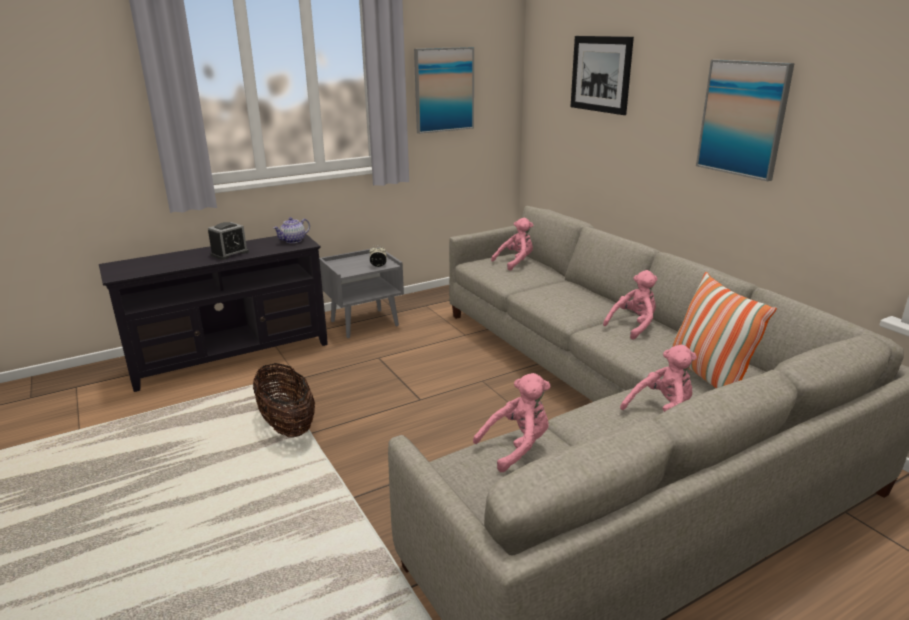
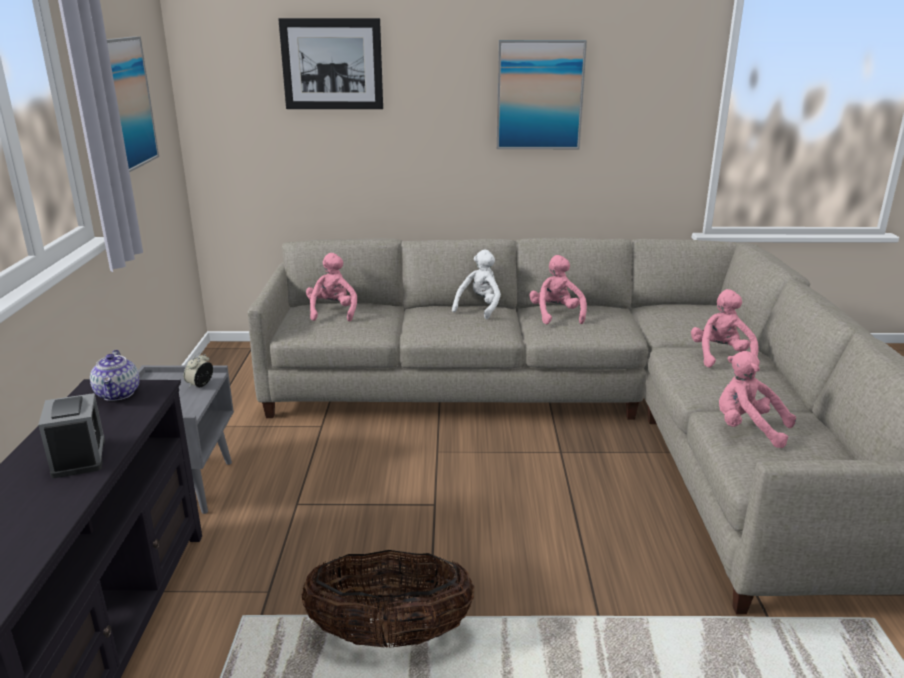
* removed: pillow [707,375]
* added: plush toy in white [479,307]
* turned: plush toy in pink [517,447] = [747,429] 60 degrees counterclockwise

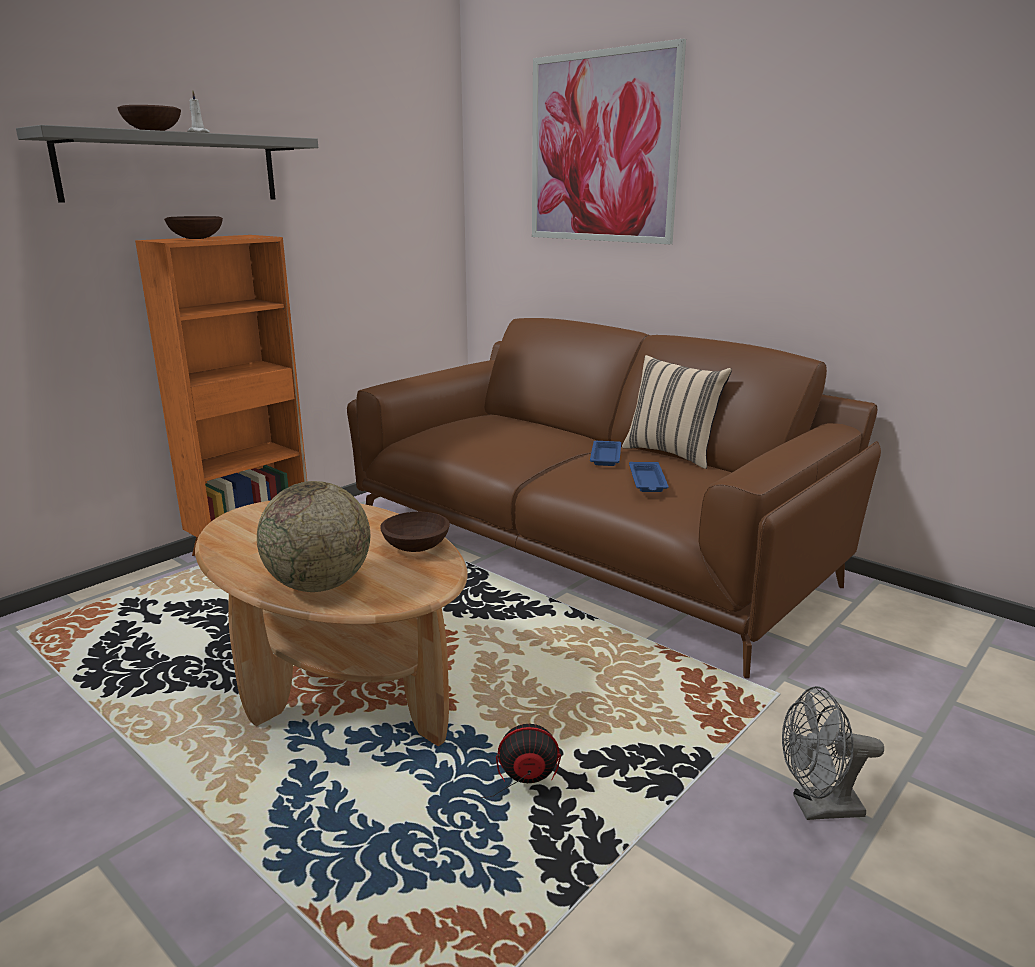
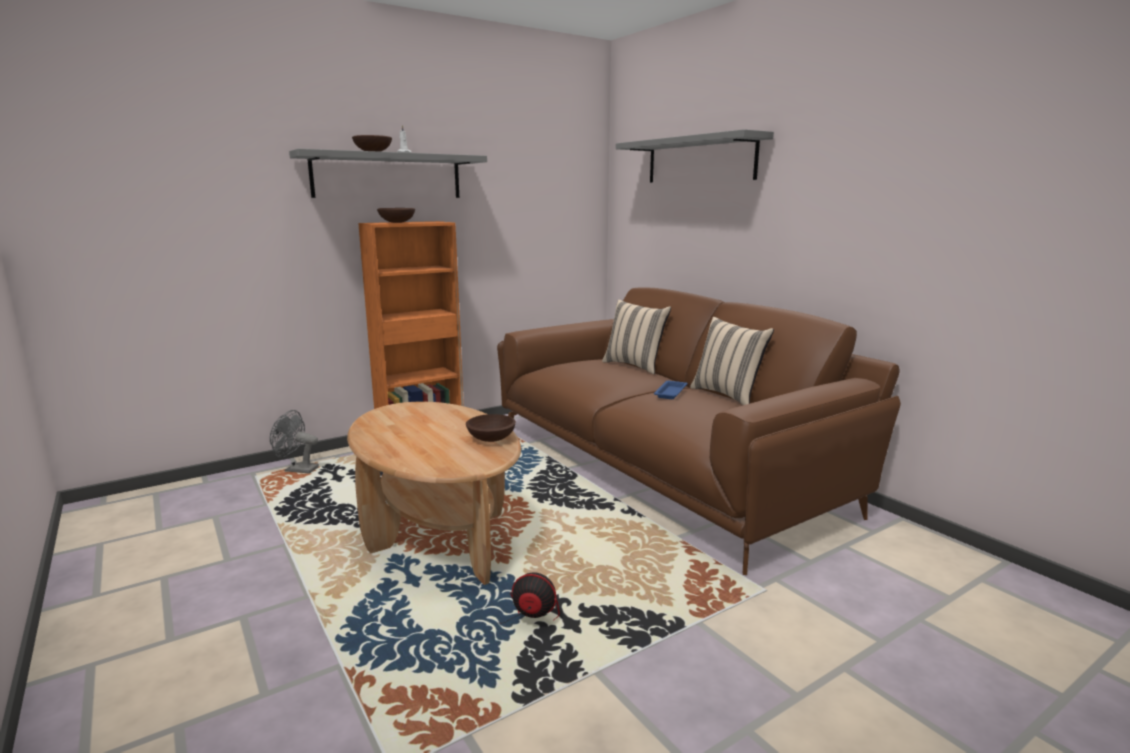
* removed: globe [319,585]
* removed: tray in blue [647,481]
* added: pillow in beige [635,365]
* moved: fan in grey [818,808] to [297,470]
* replaced: picture [602,148] to shelf in grey [700,160]

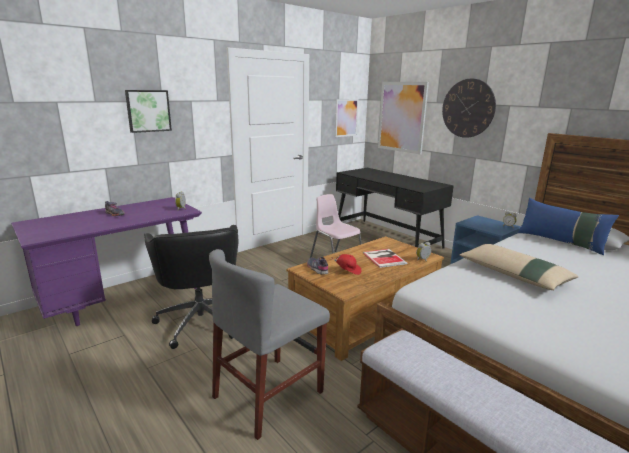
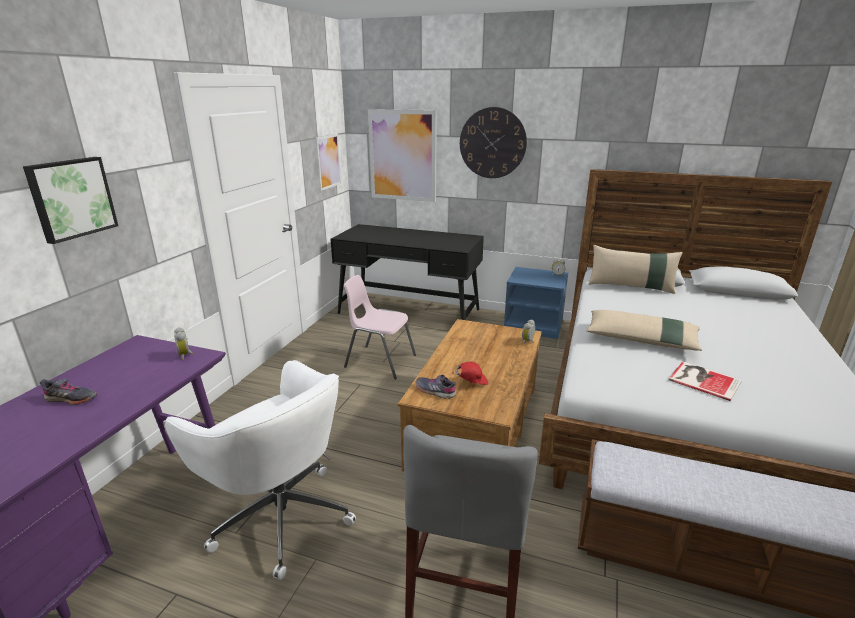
* moved: book [384,257] to [703,379]
* recoloured: office chair in black [201,320] to office chair in white [280,515]
* recoloured: pillow in blue [560,242] to pillow in beige [631,287]

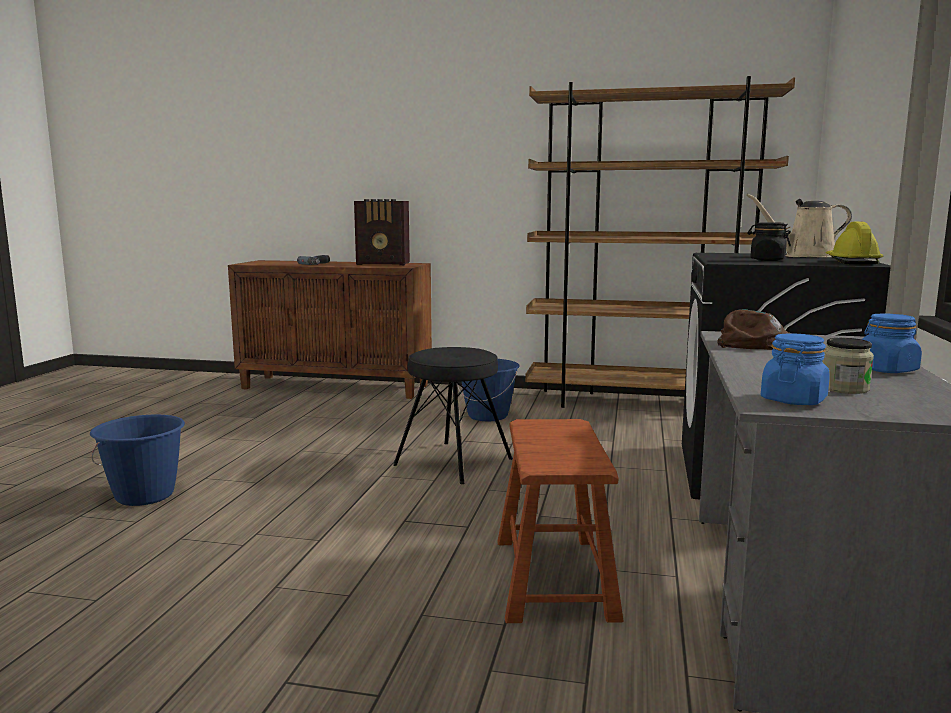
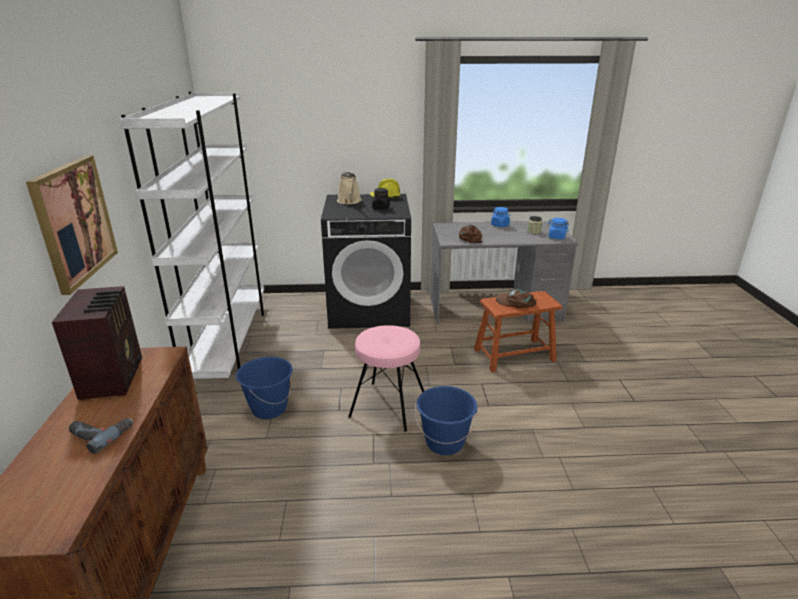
* added: picture [74,222]
* added: cap in brown [516,302]
* moved: bucket in blue [145,496] to [445,443]
* recoloured: stool in black [453,462] to stool in pink [388,406]
* recoloured: bookcase in brown [642,403] to bookcase in white [229,343]

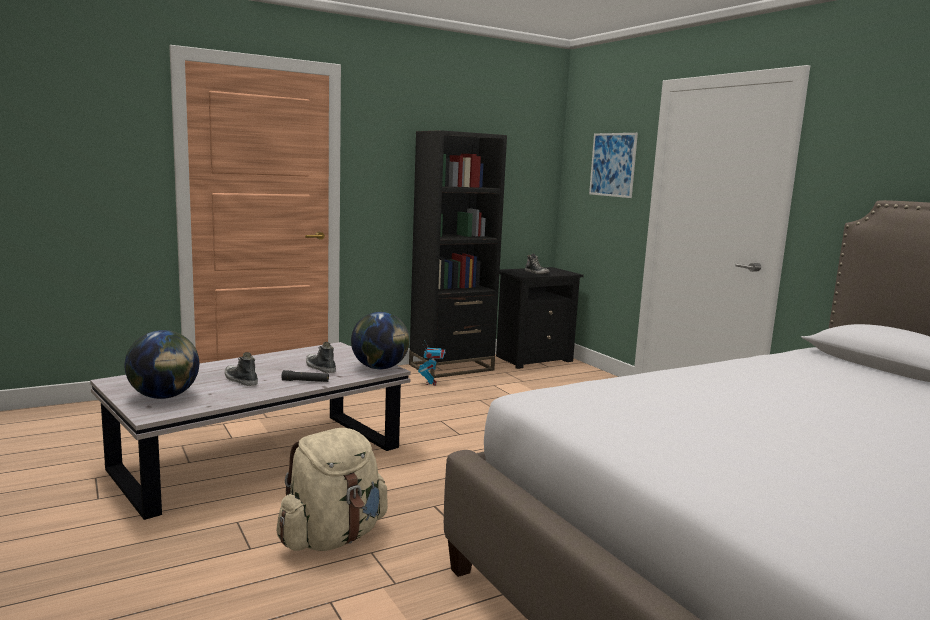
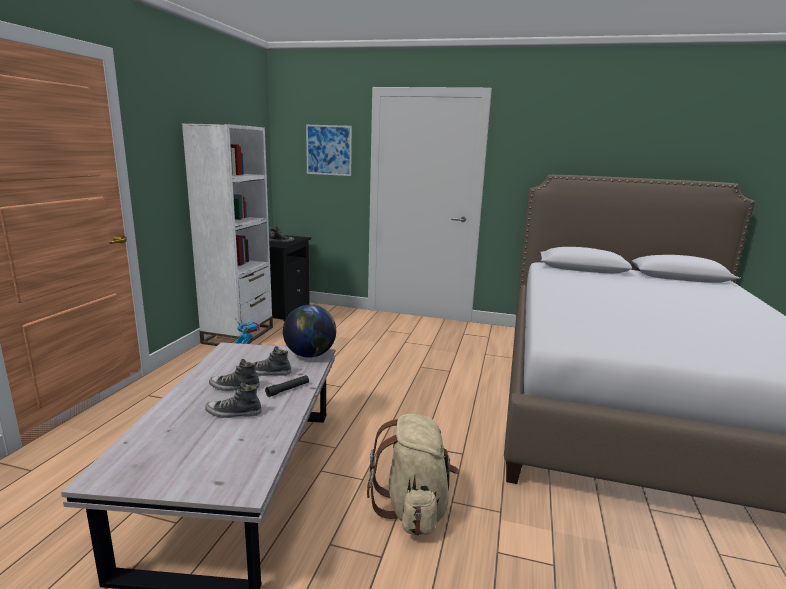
* removed: globe [164,396]
* added: shoe [234,387]
* recoloured: bookcase in black [451,367] to bookcase in white [238,335]

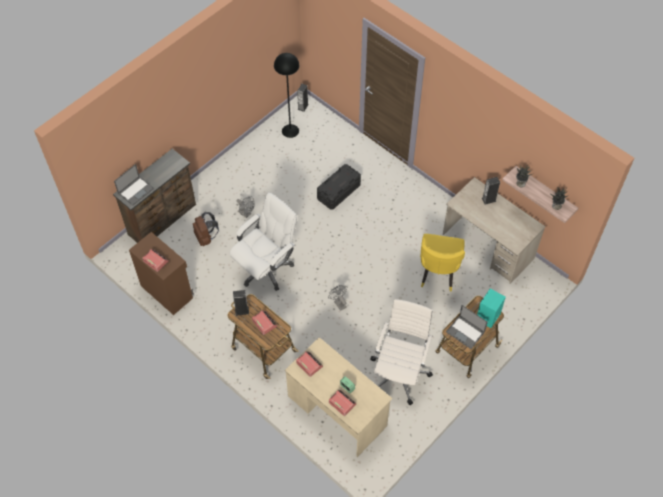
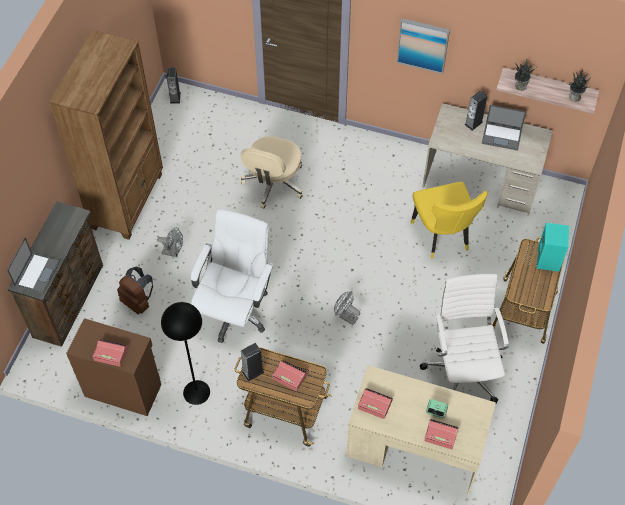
* added: bookcase in brown [128,201]
* added: picture [423,45]
* moved: floor lamp in black [290,130] to [196,392]
* moved: laptop [465,332] to [502,136]
* replaced: storage box in black [338,192] to office chair in beige [273,183]

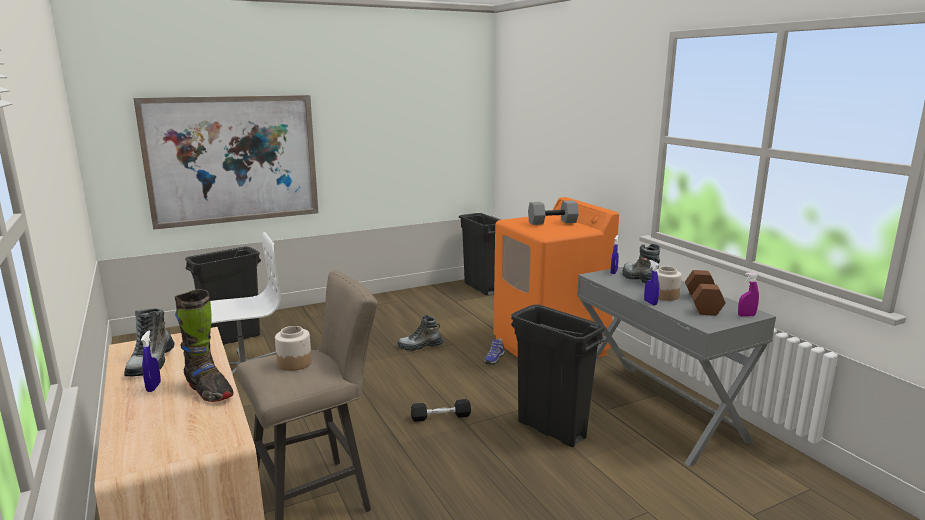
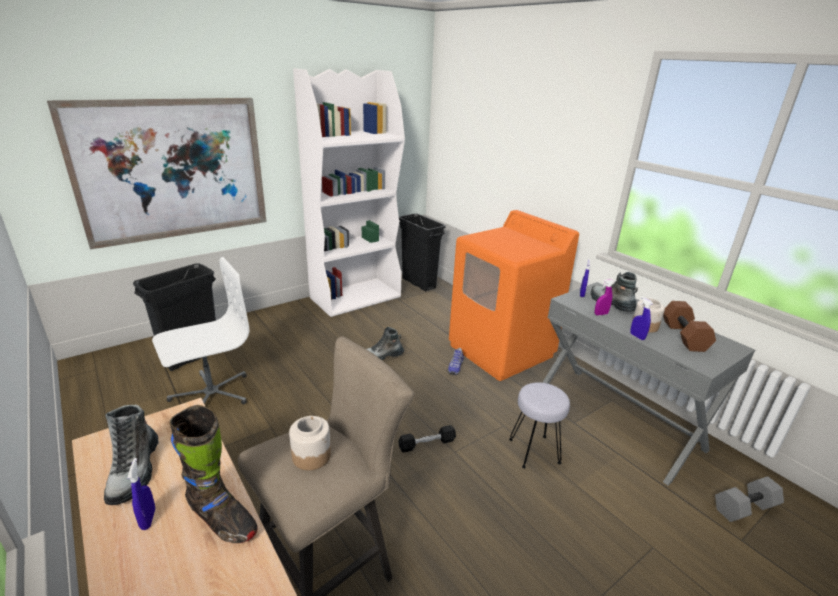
* added: bookcase in white [356,297]
* moved: dumbbell in grey [552,222] to [744,507]
* moved: spray bottle in purple [746,316] to [601,314]
* replaced: trash can in black [551,429] to stool in grey [533,451]

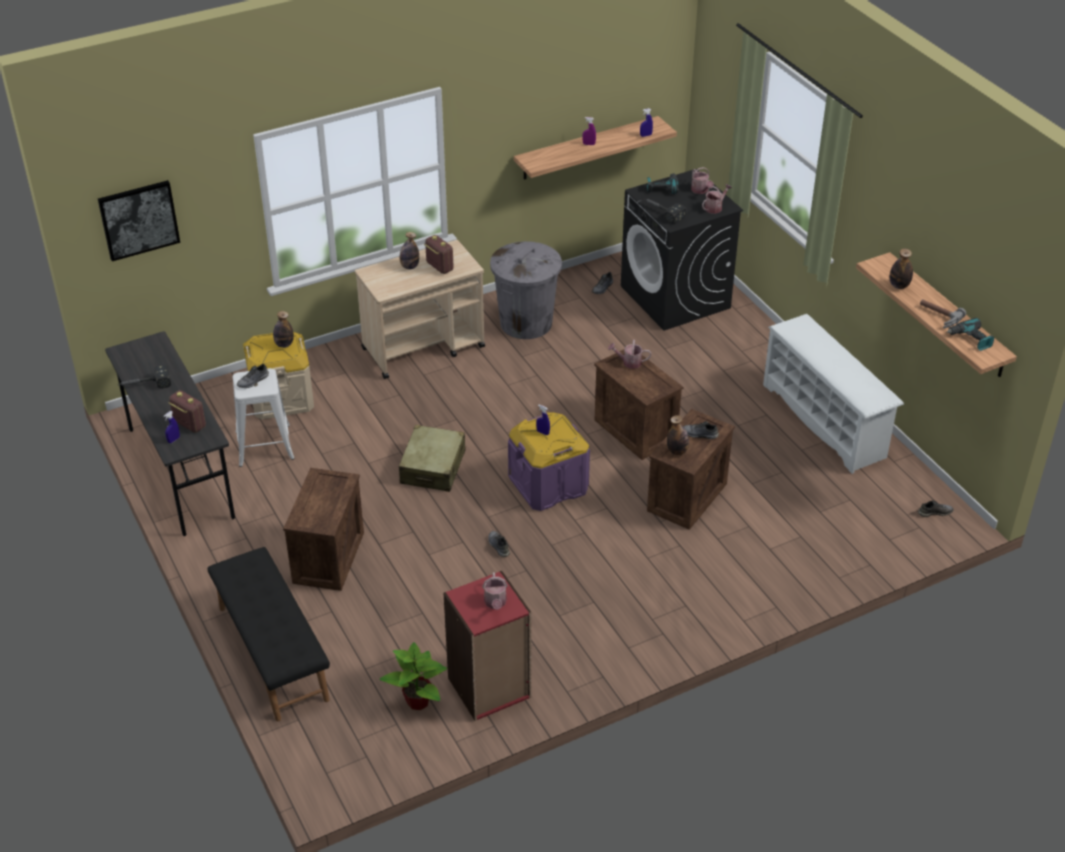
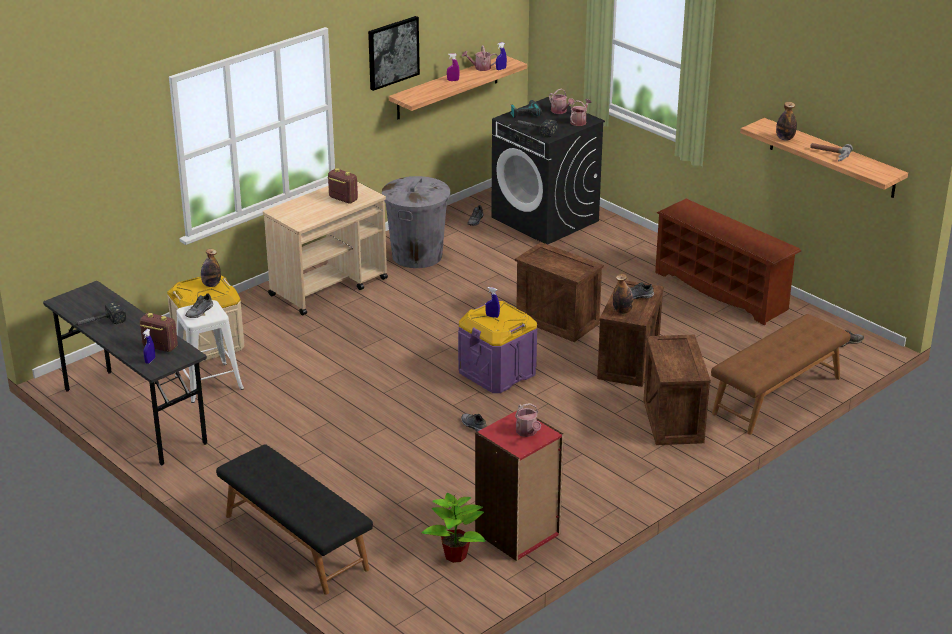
* removed: suitcase in beige [433,467]
* removed: bottle [409,266]
* removed: power drill [970,339]
* added: bench in brown [777,396]
* moved: picture [139,219] to [393,52]
* moved: crate [329,558] to [674,421]
* moved: watering can [629,362] to [480,68]
* recoloured: shoe rack in white [825,421] to shoe rack in brown [722,291]

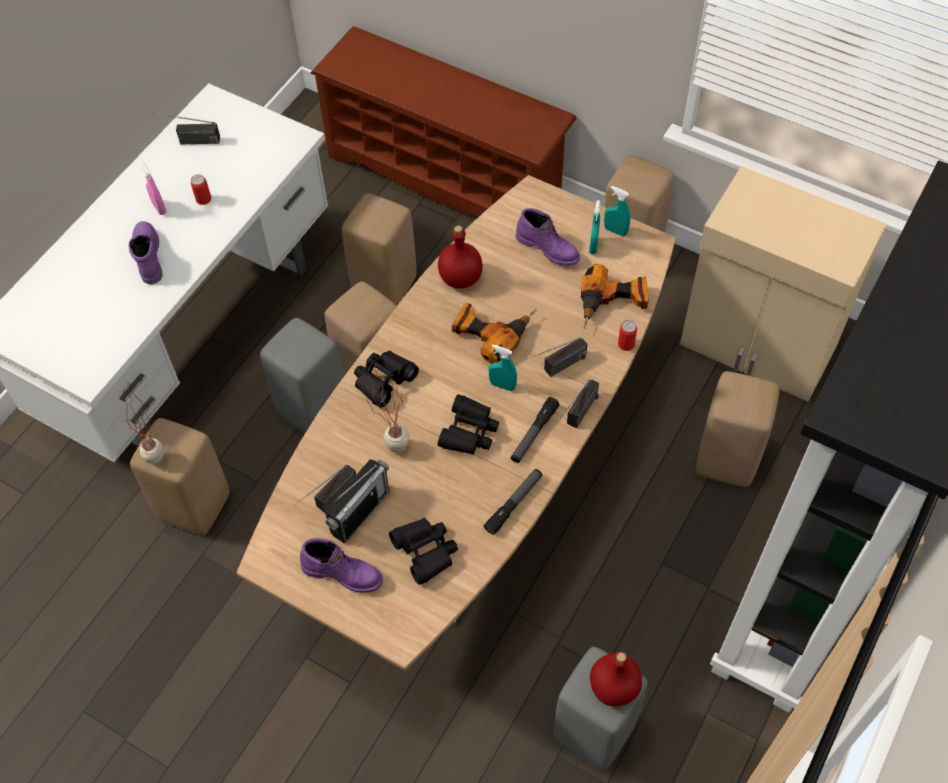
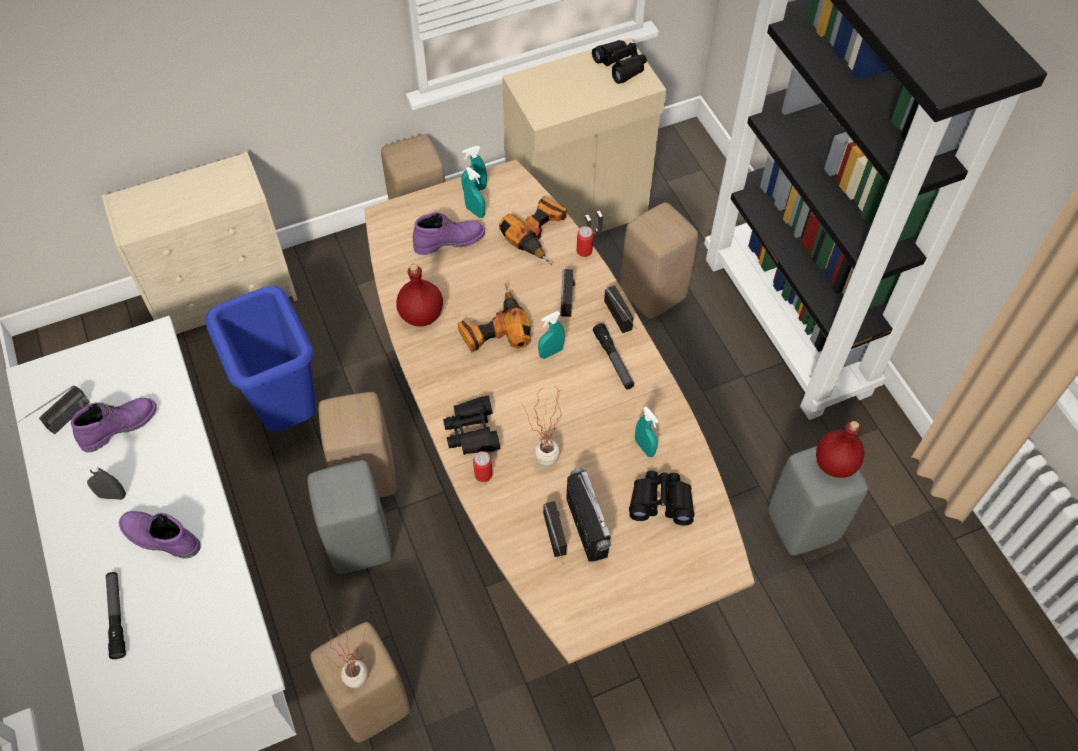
* added: spray bottle in turquoise [644,447]
* moved: can [203,199] to [483,474]
* moved: boot in purple [343,572] to [119,426]
* moved: binoculars in black [469,431] to [620,66]
* moved: flashlight [514,503] to [117,617]
* replaced: shoe rack in brown [447,177] to dresser in beige [226,296]
* replaced: stool in beige [384,285] to trash can in blue [287,411]
* recoloured: spray bottle in pink [159,208] to spray bottle in grey [112,495]

